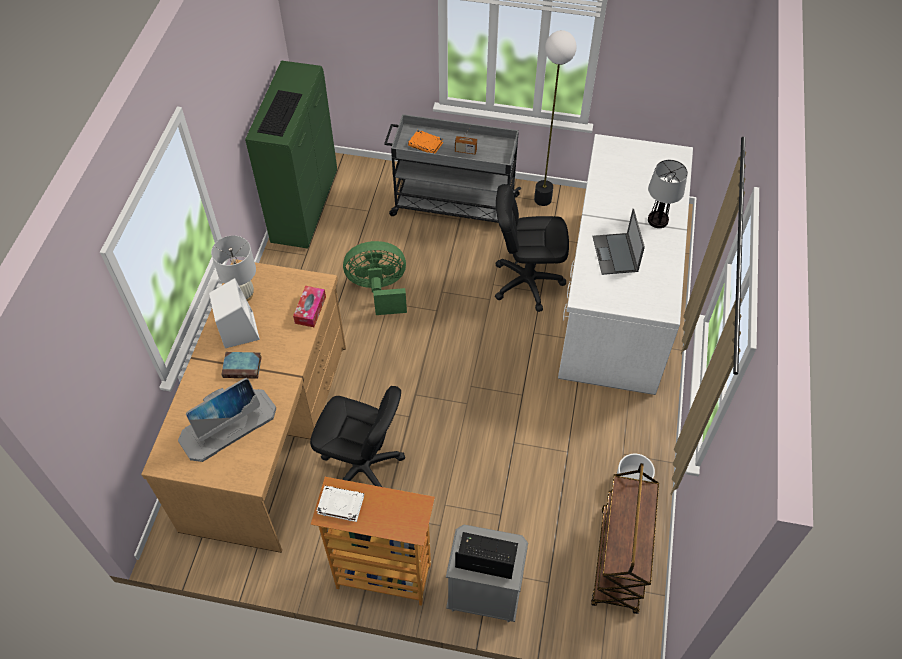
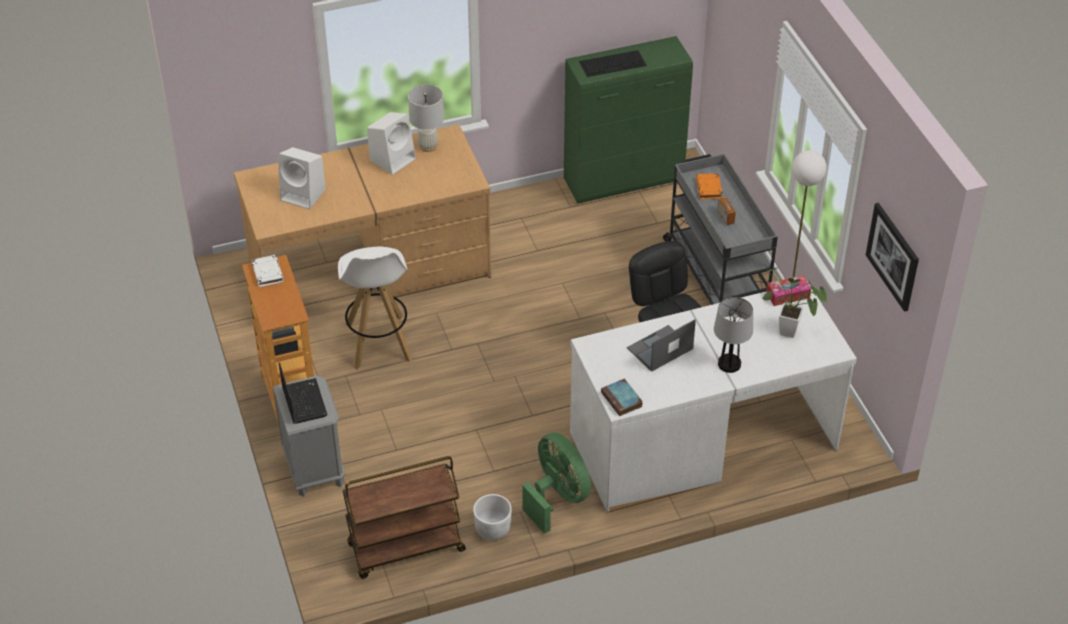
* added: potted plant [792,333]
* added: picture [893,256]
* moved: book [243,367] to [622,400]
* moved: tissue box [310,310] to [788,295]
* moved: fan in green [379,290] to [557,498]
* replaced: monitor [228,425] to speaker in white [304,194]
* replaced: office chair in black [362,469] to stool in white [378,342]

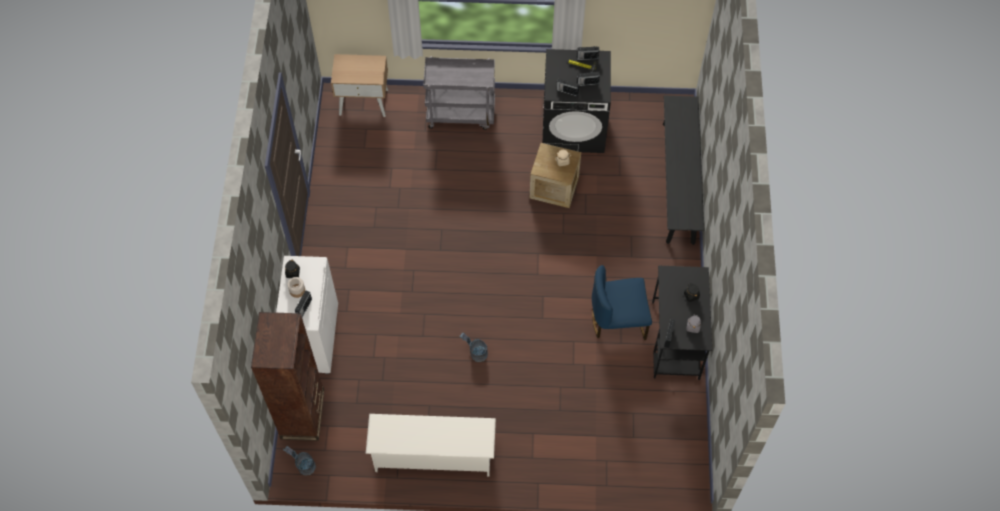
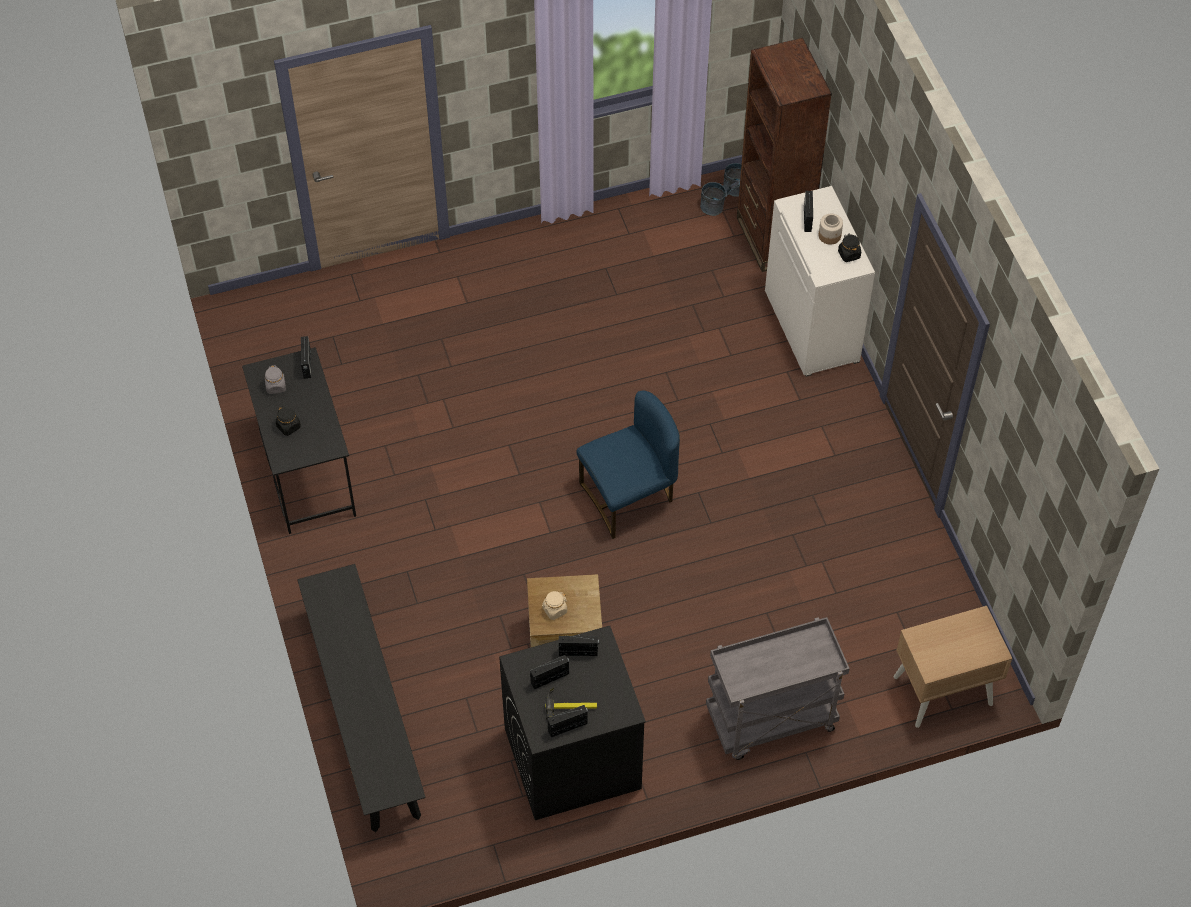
* removed: shoe rack in white [433,455]
* moved: bucket in grey [476,353] to [716,207]
* moved: chair in blue [618,320] to [629,497]

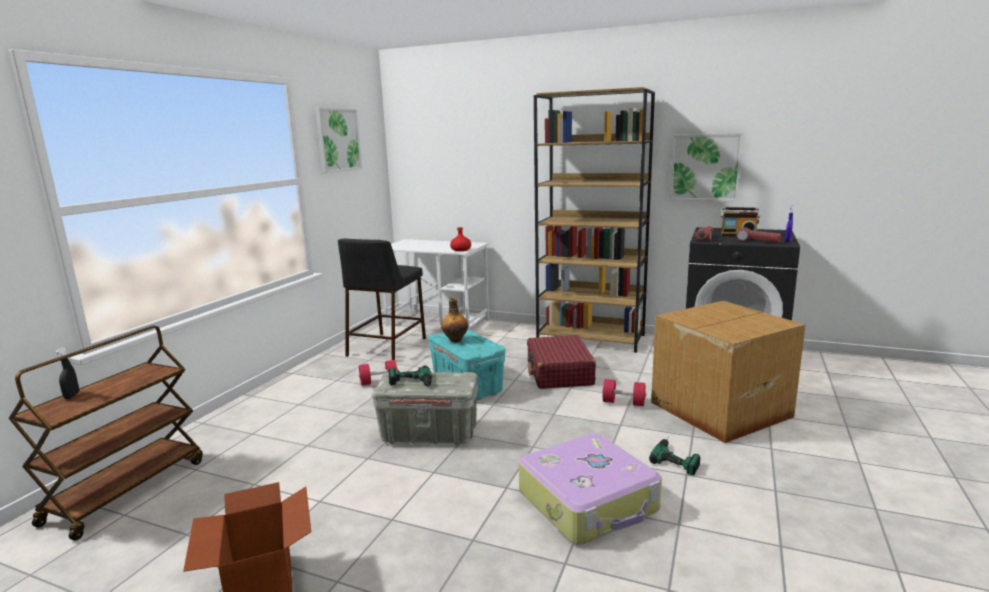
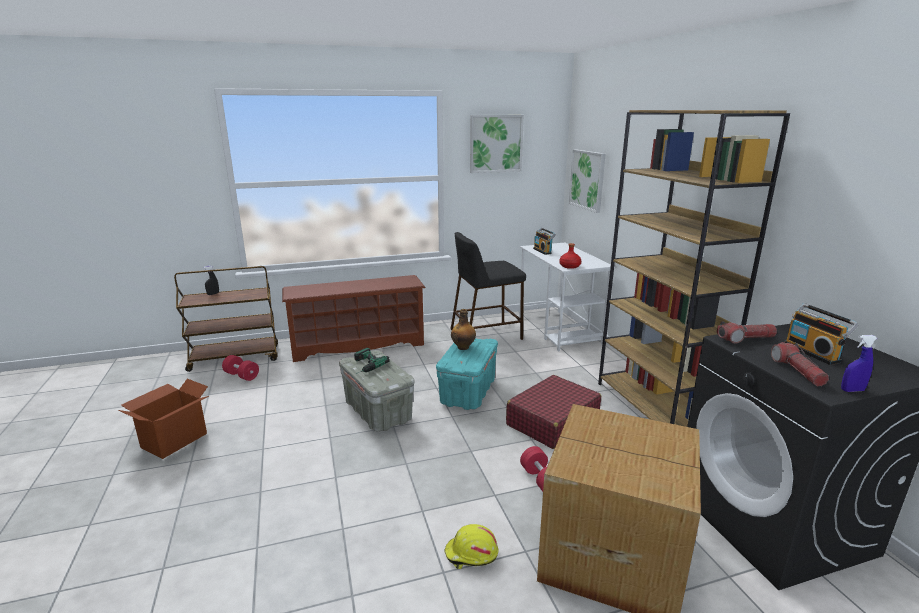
* removed: suitcase [589,502]
* added: shoe rack in brown [358,345]
* added: radio [543,251]
* moved: dumbbell in red [379,382] to [241,375]
* moved: picture [705,167] to [587,180]
* replaced: power drill [677,457] to hard hat in yellow [471,554]

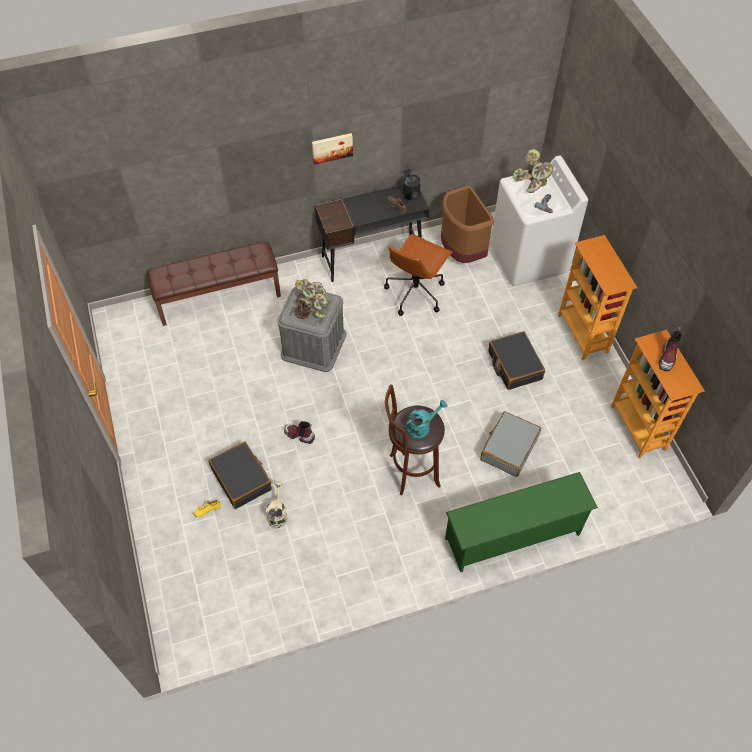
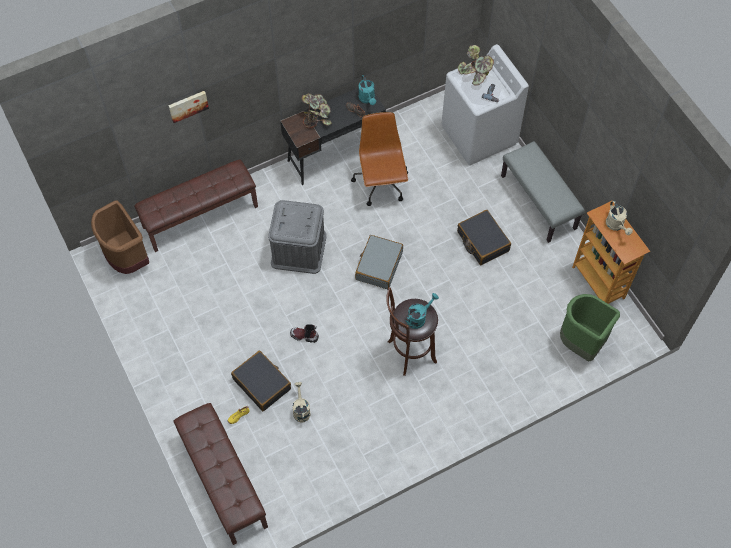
* removed: shoe rack in green [513,537]
* added: bench in brown [223,481]
* added: trash can in green [580,344]
* moved: potted plant [311,306] to [316,116]
* moved: picture [332,147] to [188,105]
* moved: trash can in brown [461,252] to [127,258]
* moved: suitcase in grey [509,448] to [378,266]
* replaced: bookcase [583,334] to bench in grey [539,202]
* replaced: boot [667,357] to watering can in beige [616,226]
* recoloured: watering can in black [412,196] to watering can in turquoise [367,99]
* turned: office chair in brown [415,292] = [381,184] 150 degrees clockwise

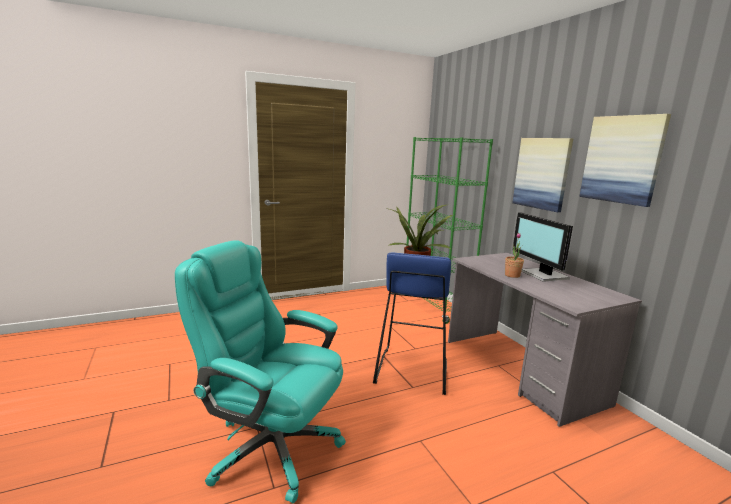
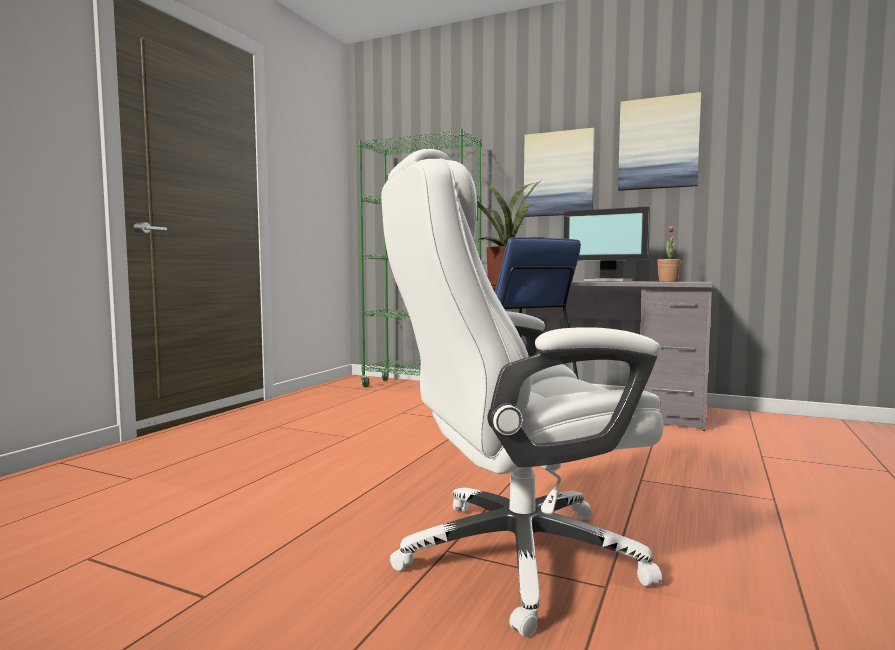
* moved: potted plant [512,275] to [668,281]
* recoloured: office chair in turquoise [272,447] to office chair in white [513,556]

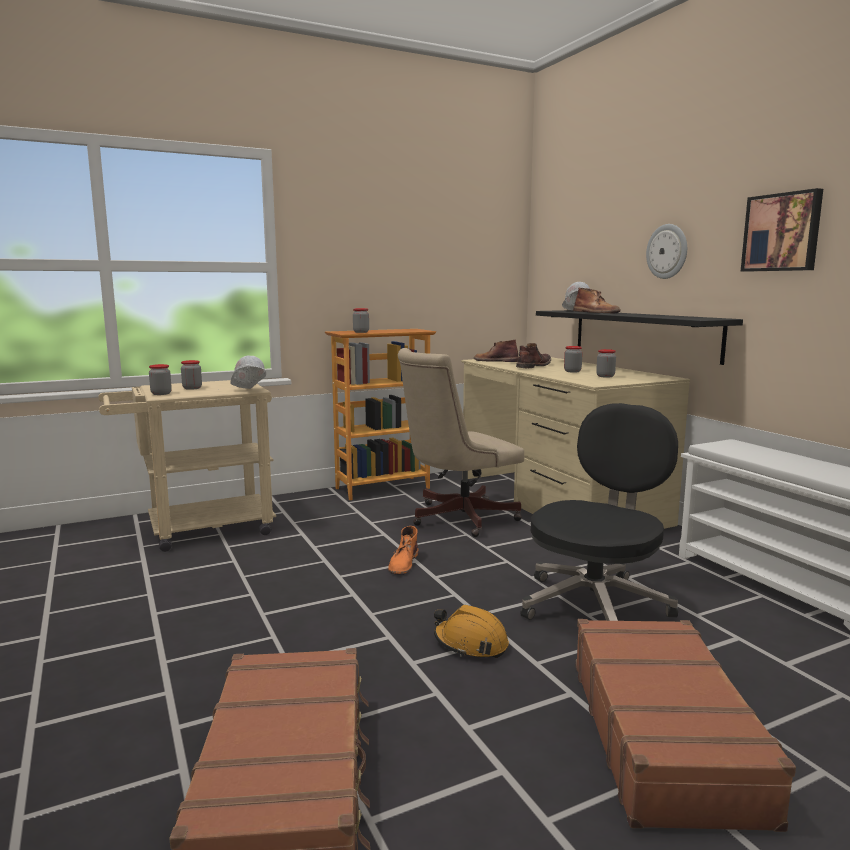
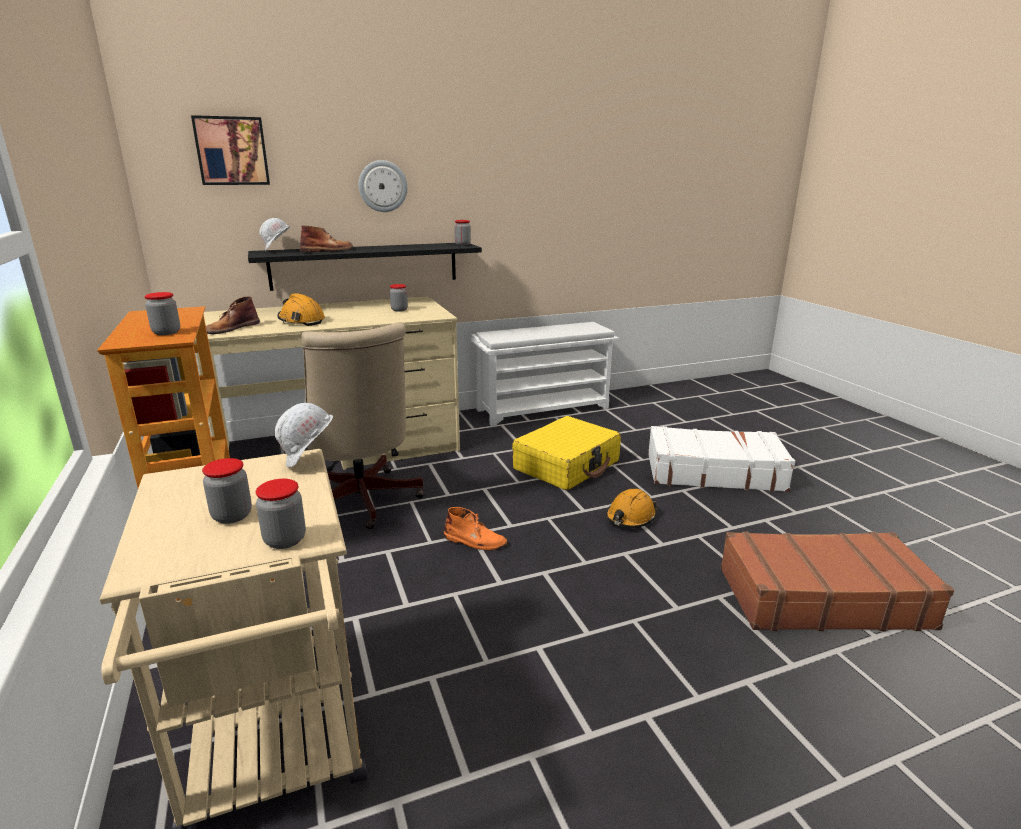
* moved: jar [572,371] to [462,244]
* moved: picture [782,232] to [232,151]
* replaced: boot in brown [533,366] to hard hat in orange [301,321]
* replaced: office chair in black [595,604] to suitcase in yellow [567,465]
* recoloured: suitcase in brown [664,735] to suitcase in white [713,472]

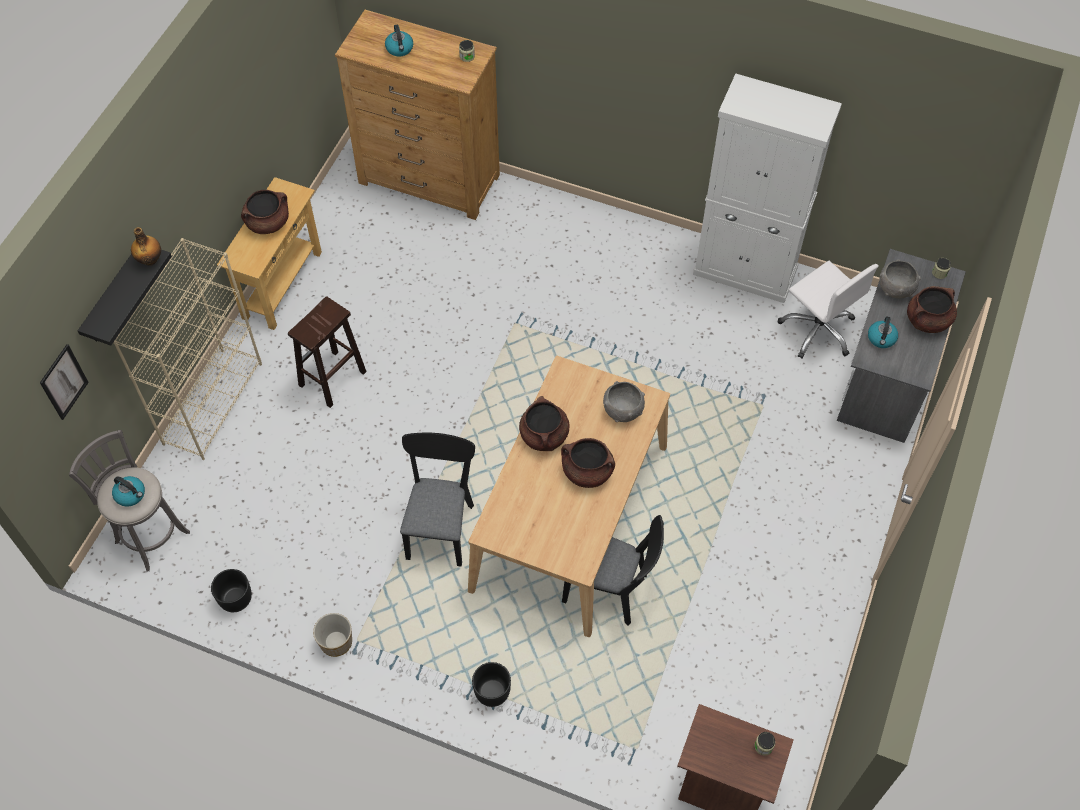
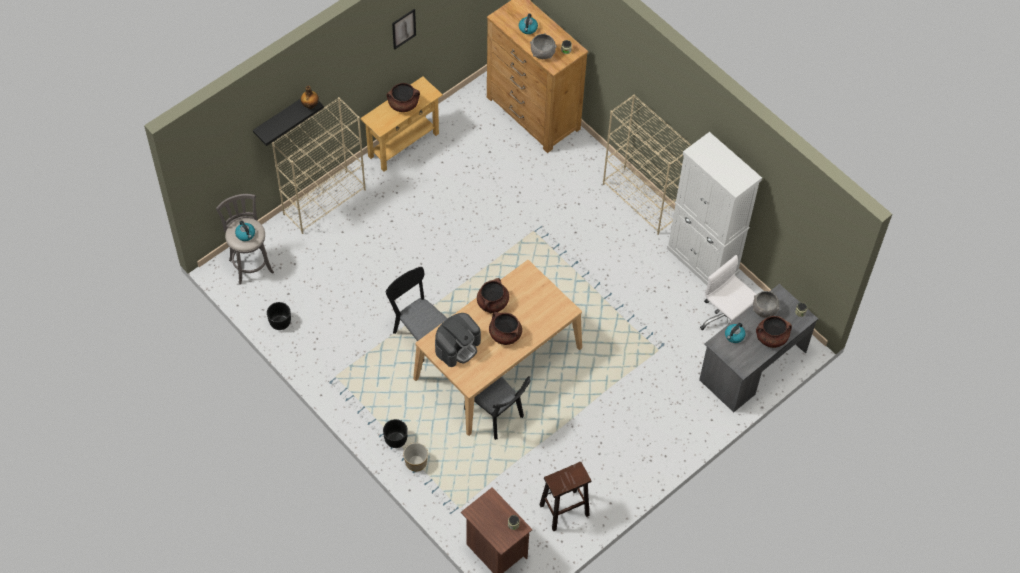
* added: coffee machine [457,346]
* added: bookcase in beige [641,201]
* moved: picture [64,382] to [403,29]
* moved: stool in brown [332,379] to [563,510]
* moved: planter [336,641] to [416,462]
* moved: bowl in grey [623,411] to [542,53]
* turned: chair in black [441,525] = [419,334] 75 degrees counterclockwise
* turned: office chair in white [818,330] = [725,319] 150 degrees clockwise

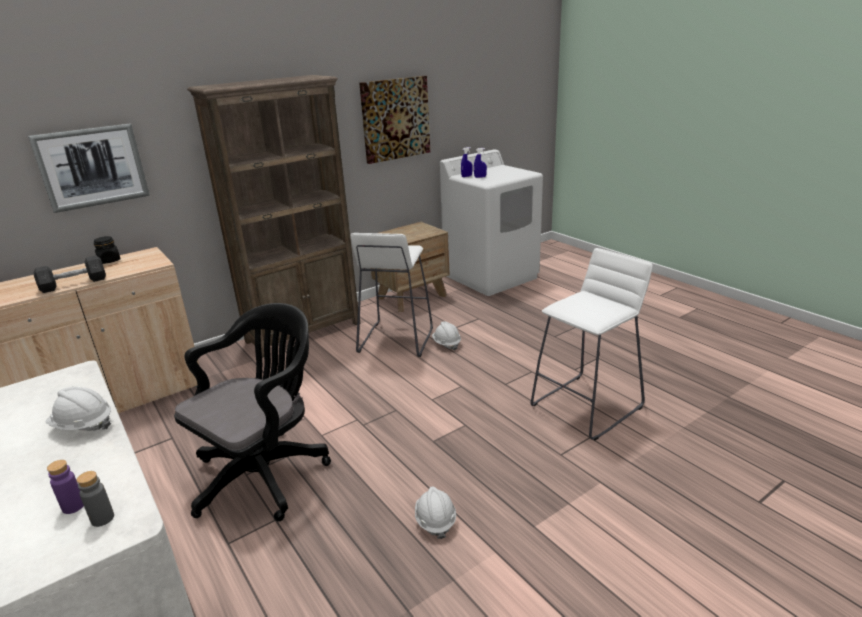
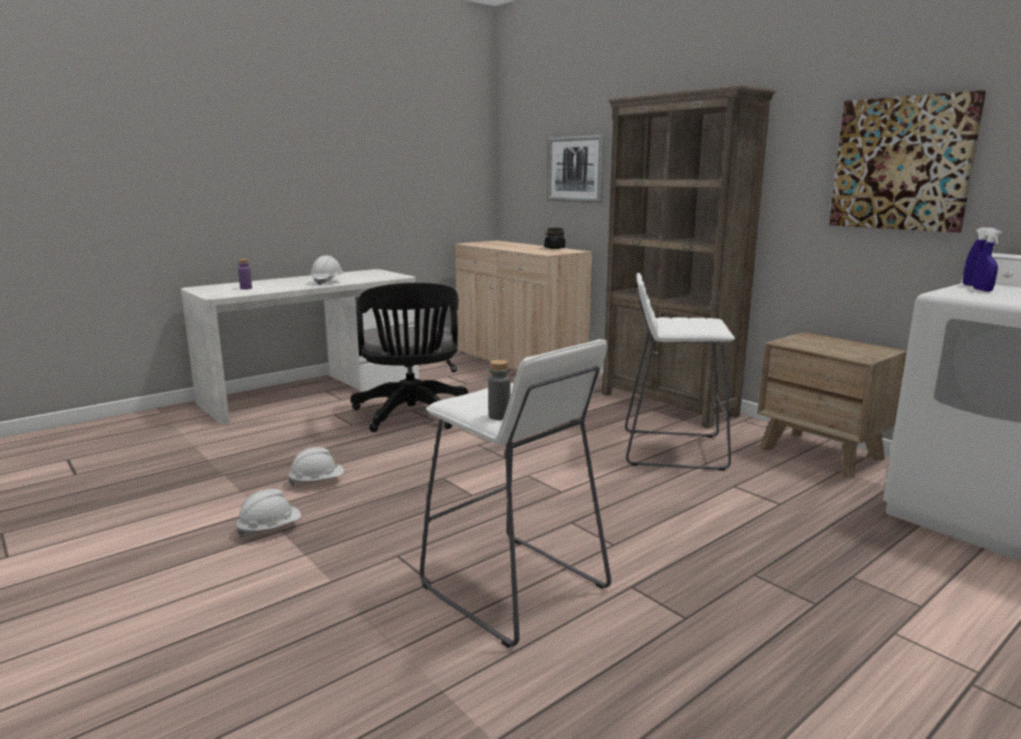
* removed: dumbbell in grey [74,284]
* moved: bottle in grey [102,518] to [499,416]
* moved: hard hat in white [446,344] to [270,529]
* turned: office chair in black [265,472] = [412,415] 45 degrees clockwise

